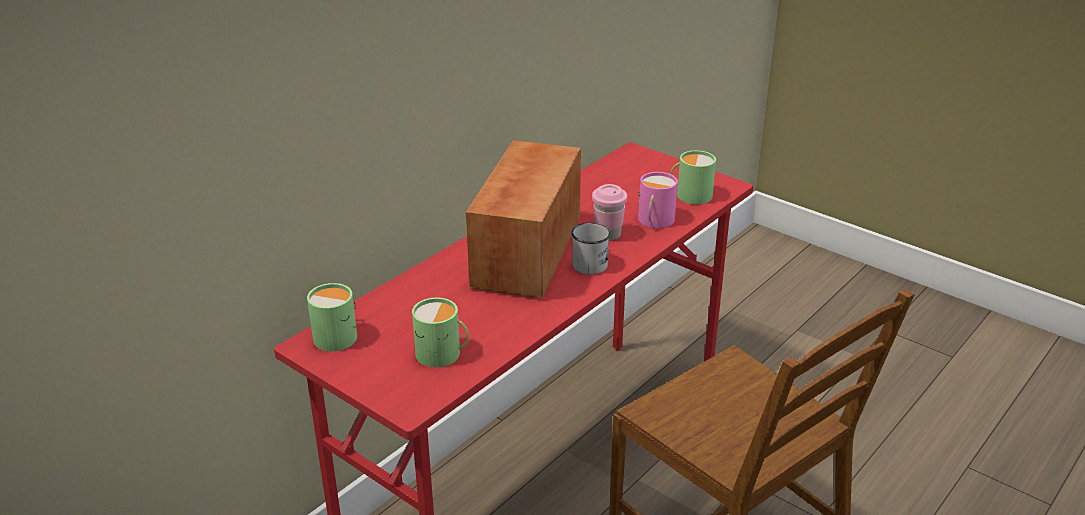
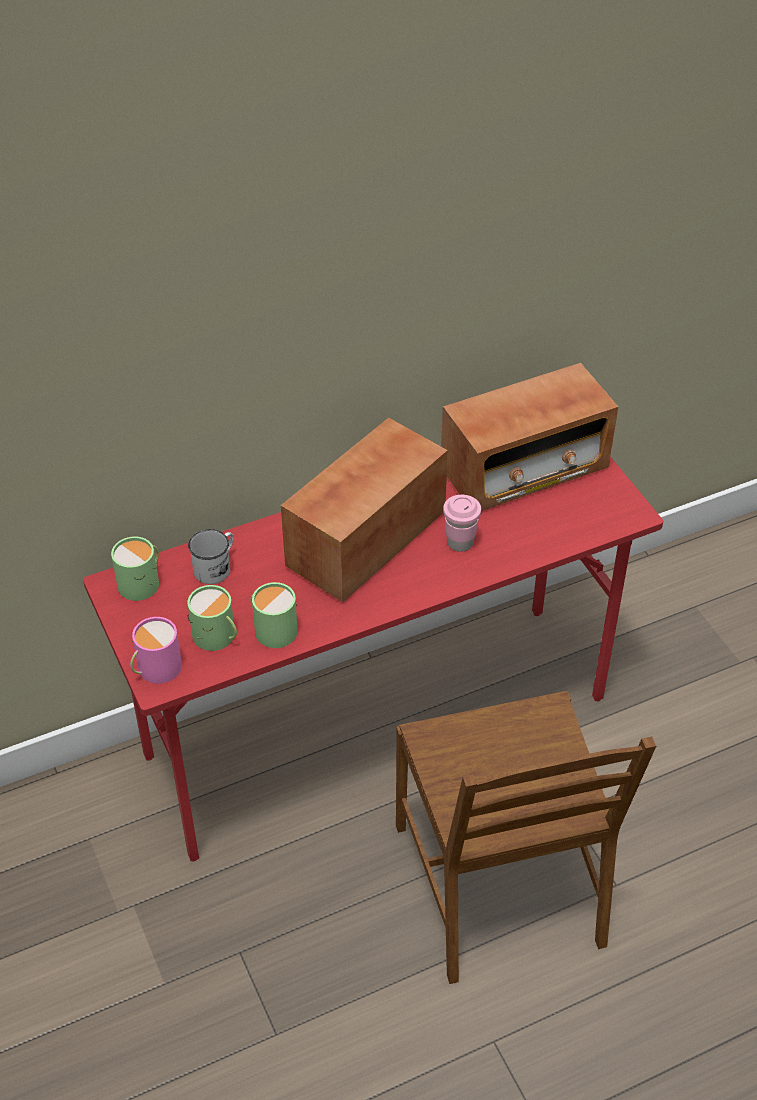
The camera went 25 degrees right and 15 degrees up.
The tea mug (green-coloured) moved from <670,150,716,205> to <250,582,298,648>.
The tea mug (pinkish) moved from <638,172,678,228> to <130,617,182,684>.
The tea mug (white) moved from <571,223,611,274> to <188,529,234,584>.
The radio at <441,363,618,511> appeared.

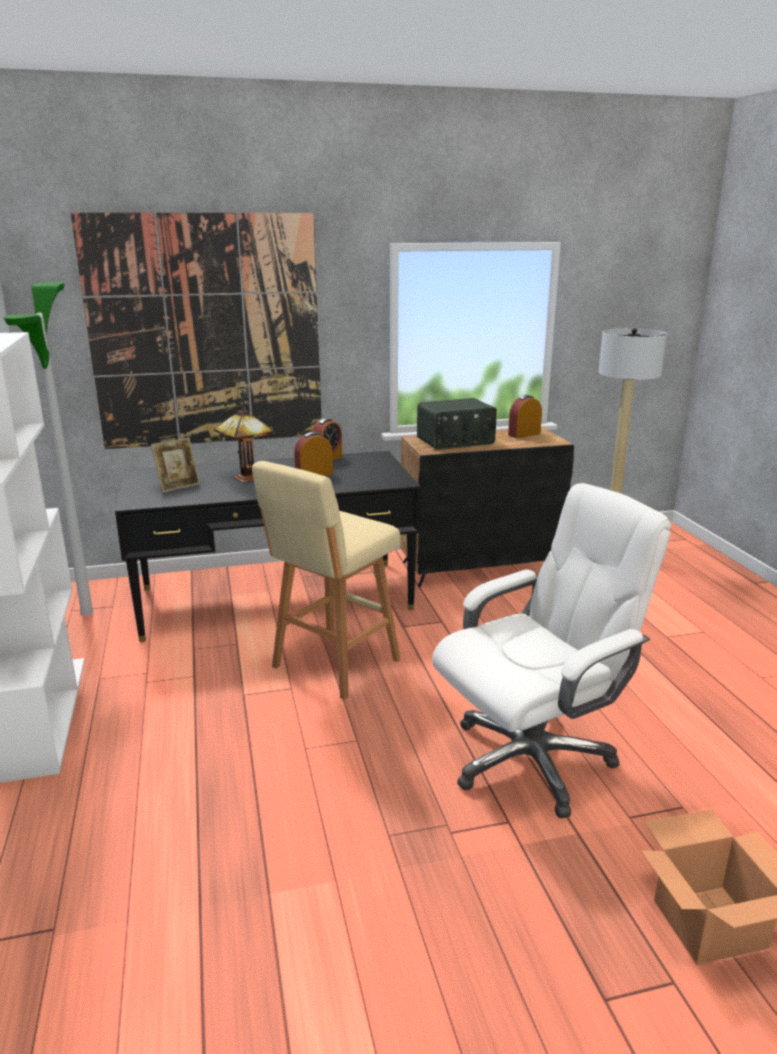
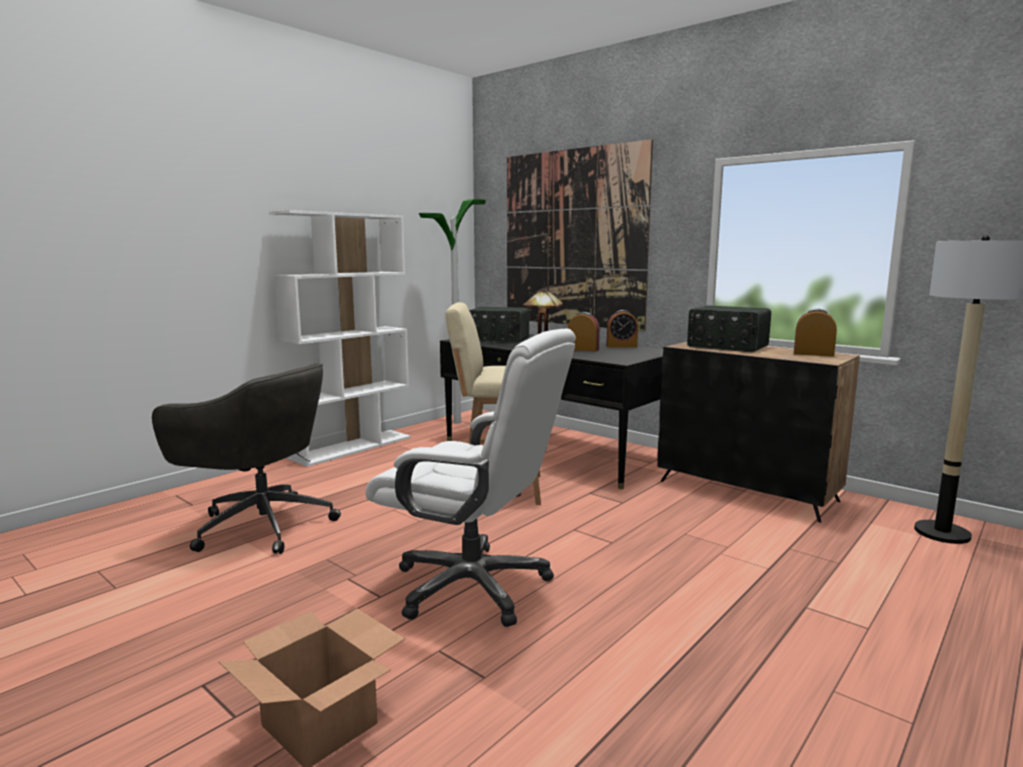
The camera went 55 degrees right and 10 degrees down.
The standing frame at <151,438,200,493> was replaced by the radio at <469,307,529,343>.
The office chair (gray) at <152,363,341,554> appeared.

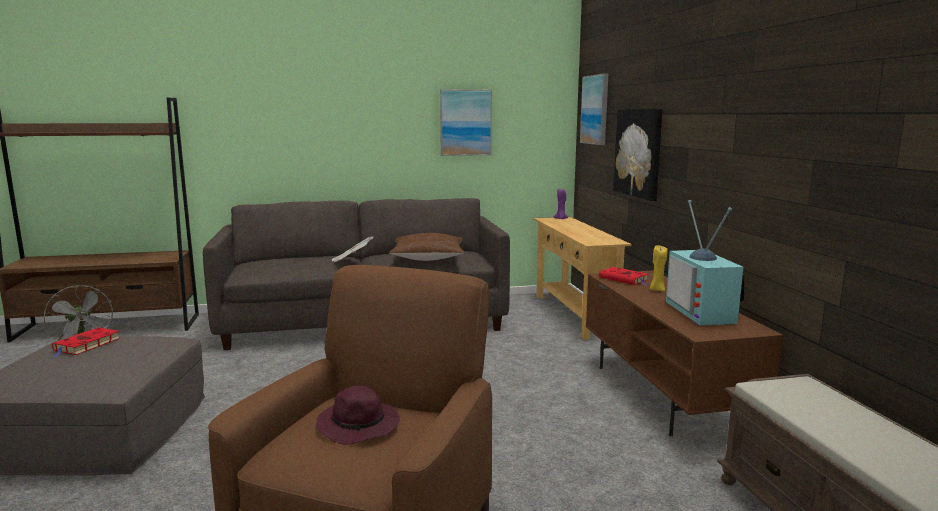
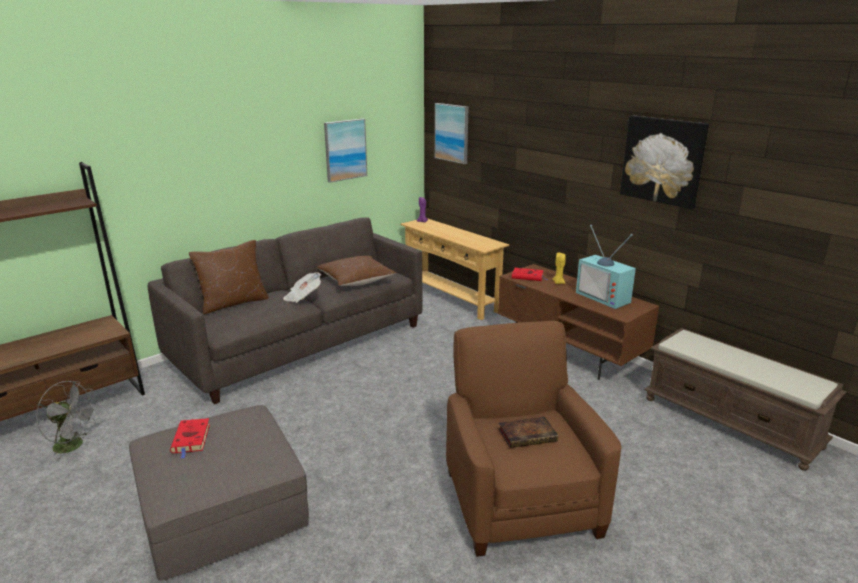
The camera went 30 degrees left and 10 degrees up.
The picture moved from <613,108,663,201> to <620,115,709,209>.
The hat (purple) at <316,386,400,445> was replaced by the volume at <498,417,558,448>.
The pillow (brown-coloured) at <189,240,269,314> appeared.

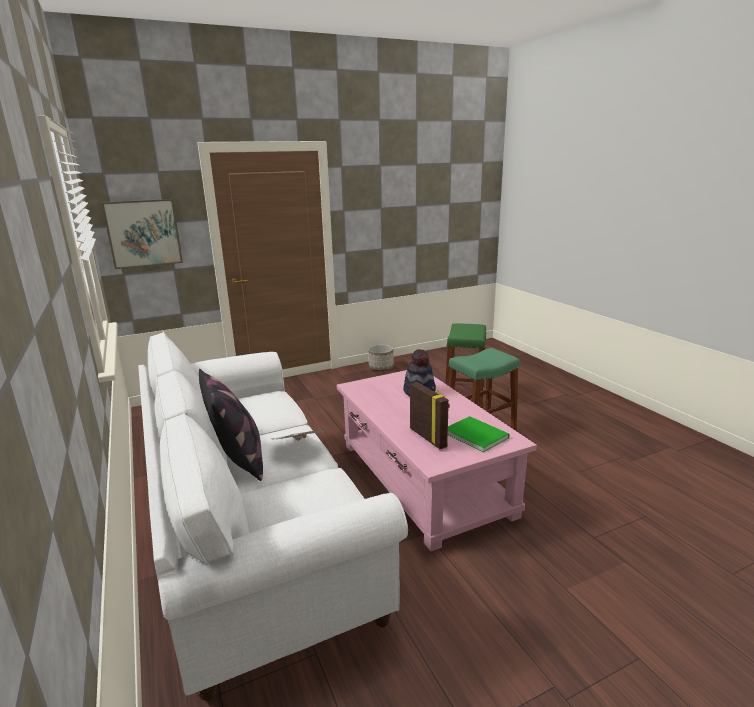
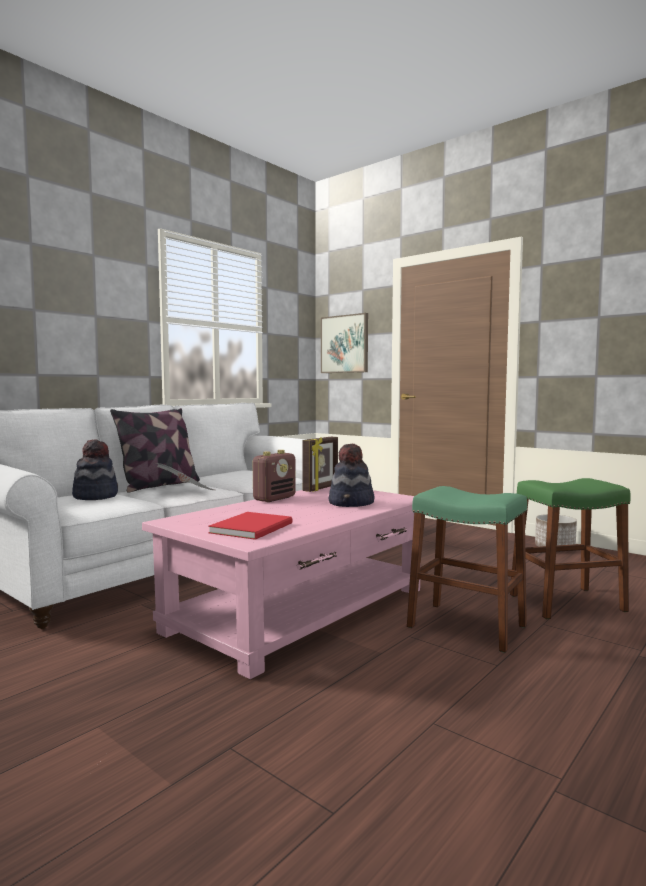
The camera went 65 degrees right and 15 degrees down.
The standing frame moved from <410,382,450,449> to <302,437,338,492>.
The volume (green-coloured) at <448,416,510,452> became the volume (red-coloured) at <208,512,293,540>.
The hat at <72,439,118,500> appeared.
The radio at <253,450,296,502> appeared.

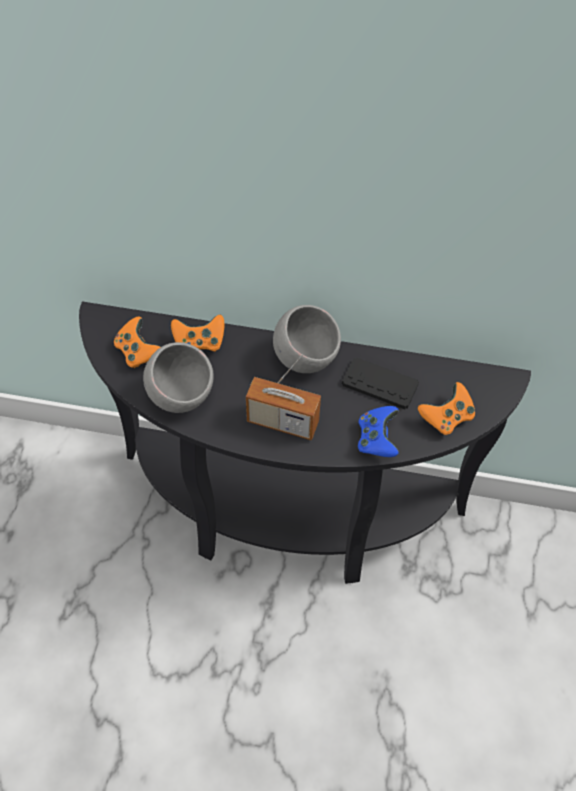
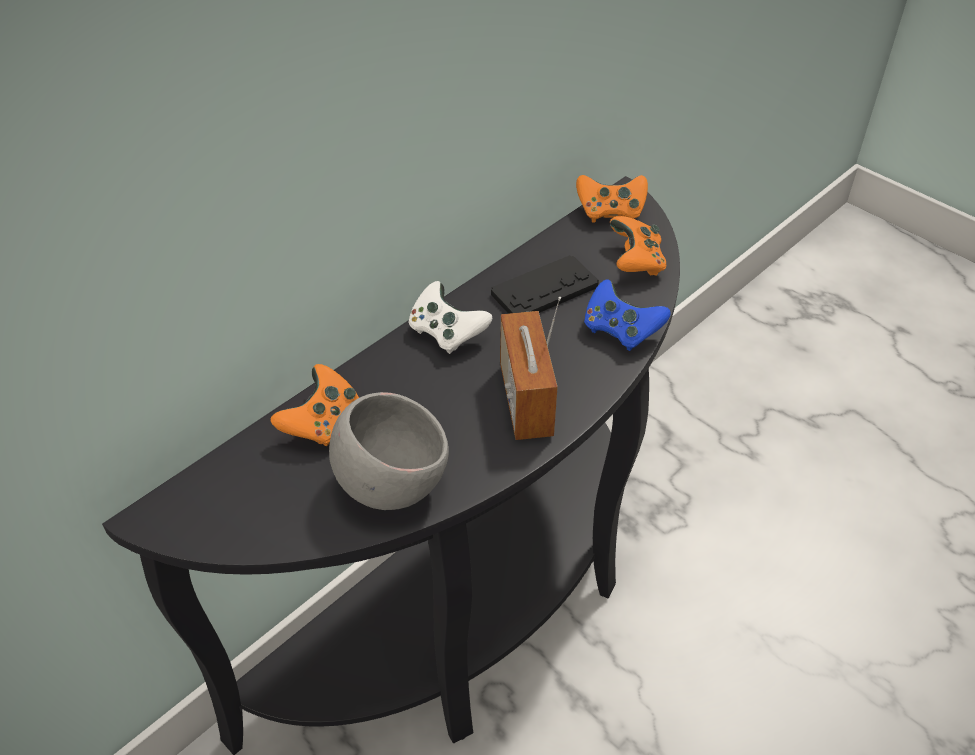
The camera went 55 degrees left and 10 degrees down.
The deep dish (gray) at <273,305,341,373> was replaced by the gamepad (white) at <408,281,492,354>.
The gamepad (orangey) moved from <114,317,161,368> to <576,175,648,222>.
The radio at <246,354,321,440> turned 120 degrees clockwise.

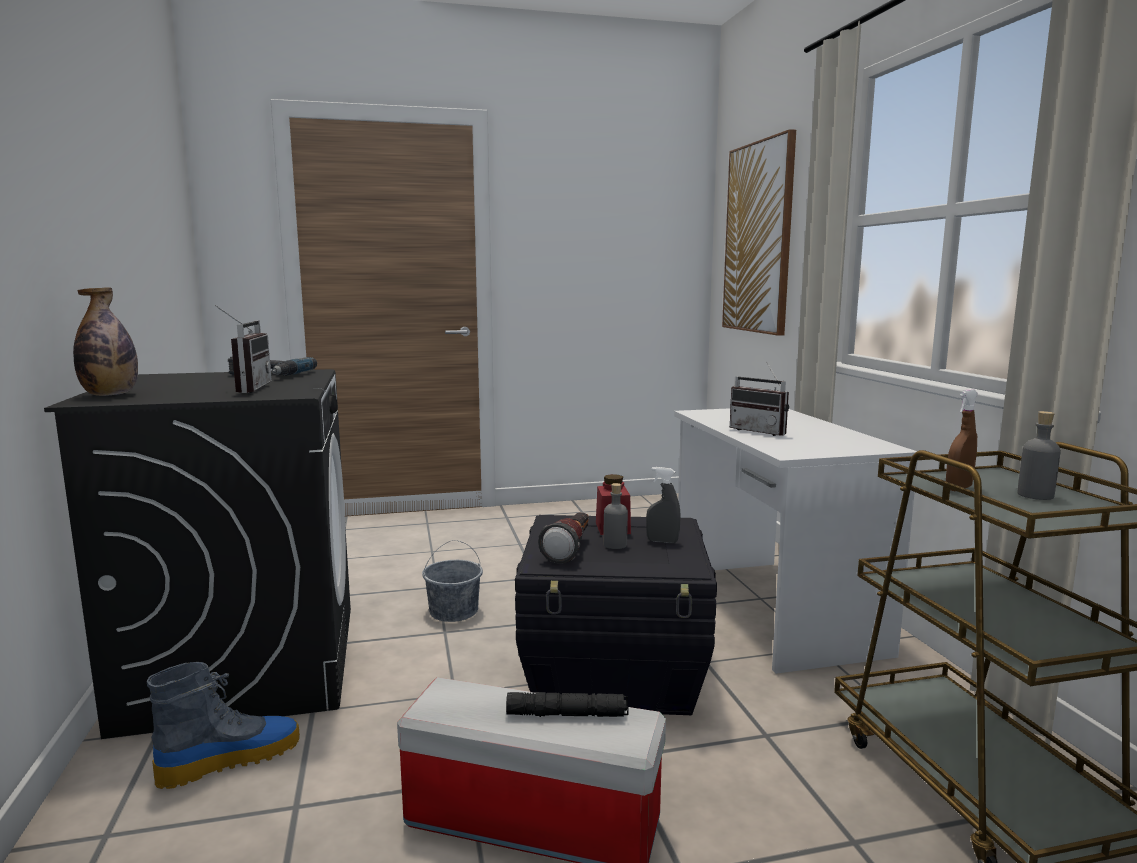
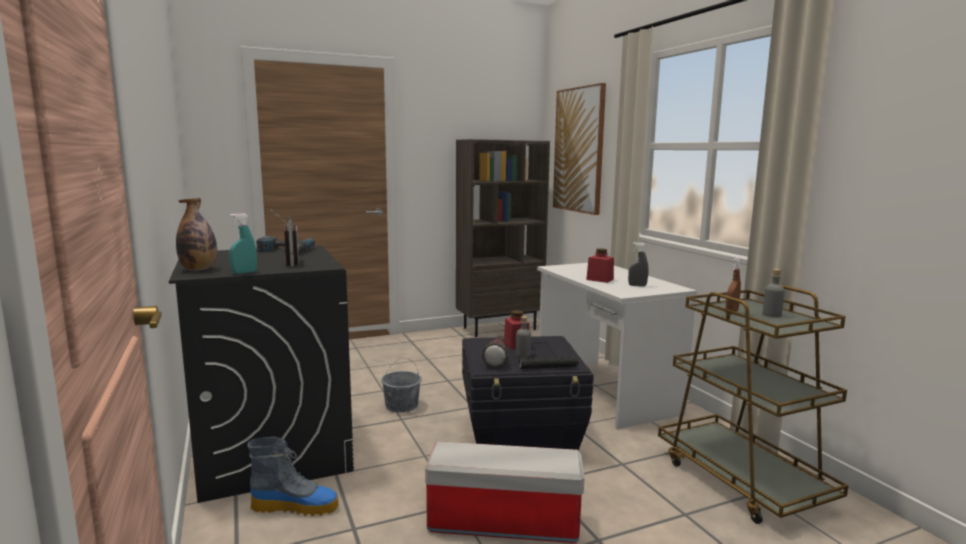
The camera went 10 degrees left and 0 degrees up.
The radio at <730,362,789,436> was replaced by the jar (red-coloured) at <586,248,614,283>.
The spray bottle (gray) moved from <646,467,680,543> to <628,242,649,286>.
The boot at <147,662,300,789> turned 45 degrees clockwise.
The torch (black) moved from <506,692,629,717> to <519,356,579,369>.
The bookshelf (brown-coloured) at <456,139,550,337> appeared.
The spray bottle (turquoise) at <229,213,257,274> appeared.

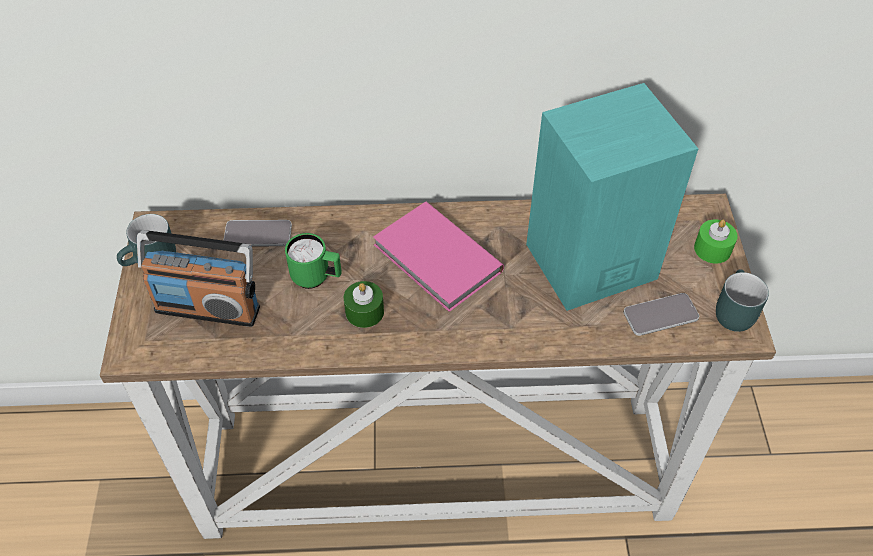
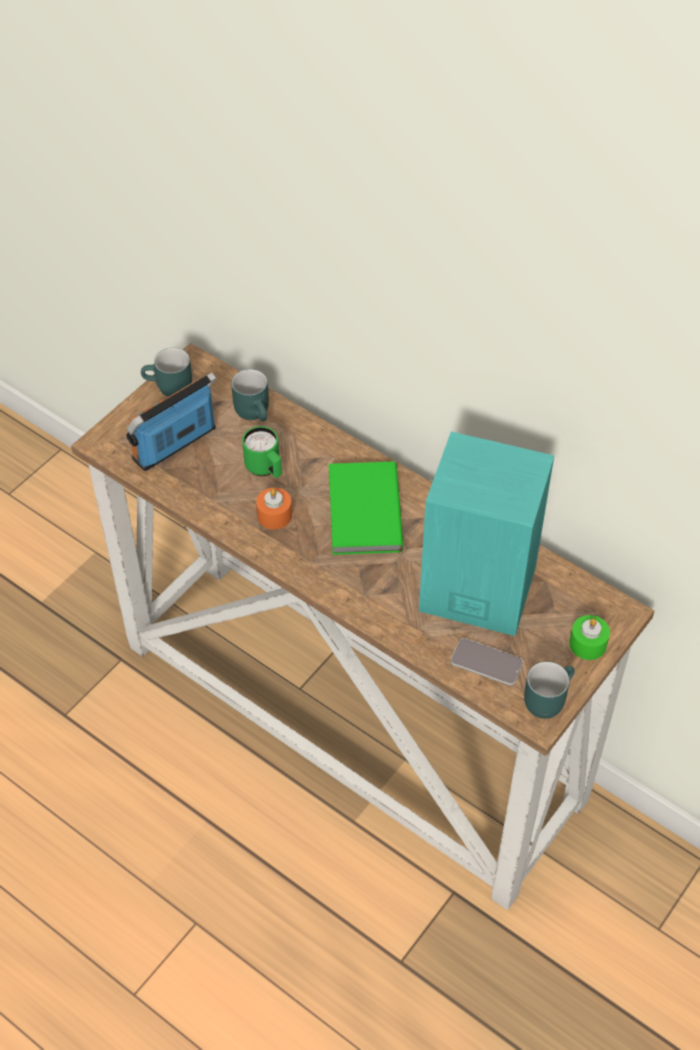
The camera went 40 degrees right and 0 degrees up.
The volume (pinkish) at <373,202,504,312> became the volume (green-coloured) at <329,461,404,555>.
The telephone at <223,220,292,246> was replaced by the tea mug (turquoise) at <231,369,269,421>.
The radio at <137,230,260,327> turned 90 degrees clockwise.
The candle (green-coloured) at <344,281,384,328> became the candle (orangey) at <256,488,292,529>.

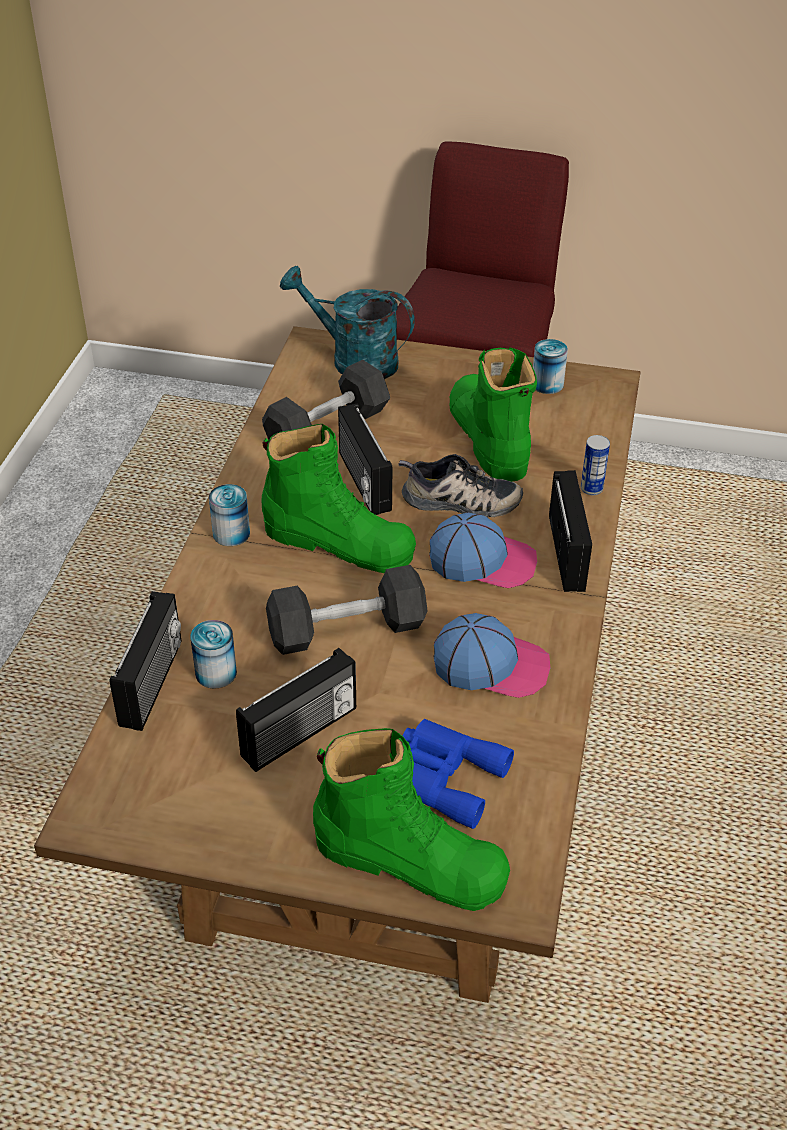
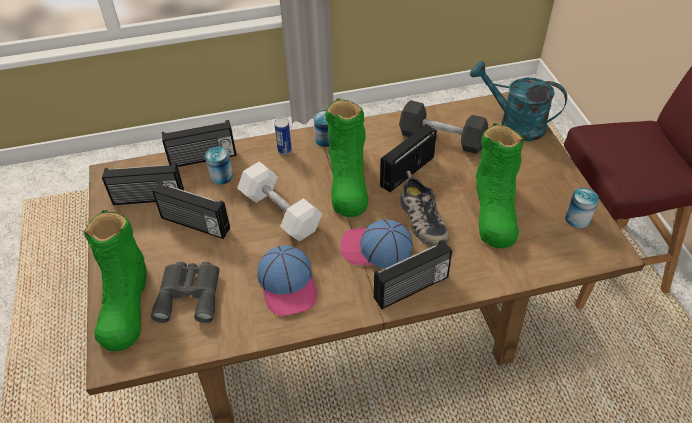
The camera went 65 degrees right and 5 degrees up.
The watering pot (turquoise) at <280,266,415,379> turned 60 degrees counterclockwise.
The boot (green-coloured) at <450,347,537,482> turned 135 degrees clockwise.
The can moved from <581,435,610,495> to <274,118,292,155>.
The peaked cap at <429,513,537,588> turned 120 degrees clockwise.
The hand weight (black) at <266,565,428,655> became the hand weight (white) at <237,161,322,241>.
The pair of binoculars (blue-coloured) at <403,719,514,829> became the pair of binoculars (gray) at <151,262,220,323>.
The radio at <102,163,184,205> appeared.

